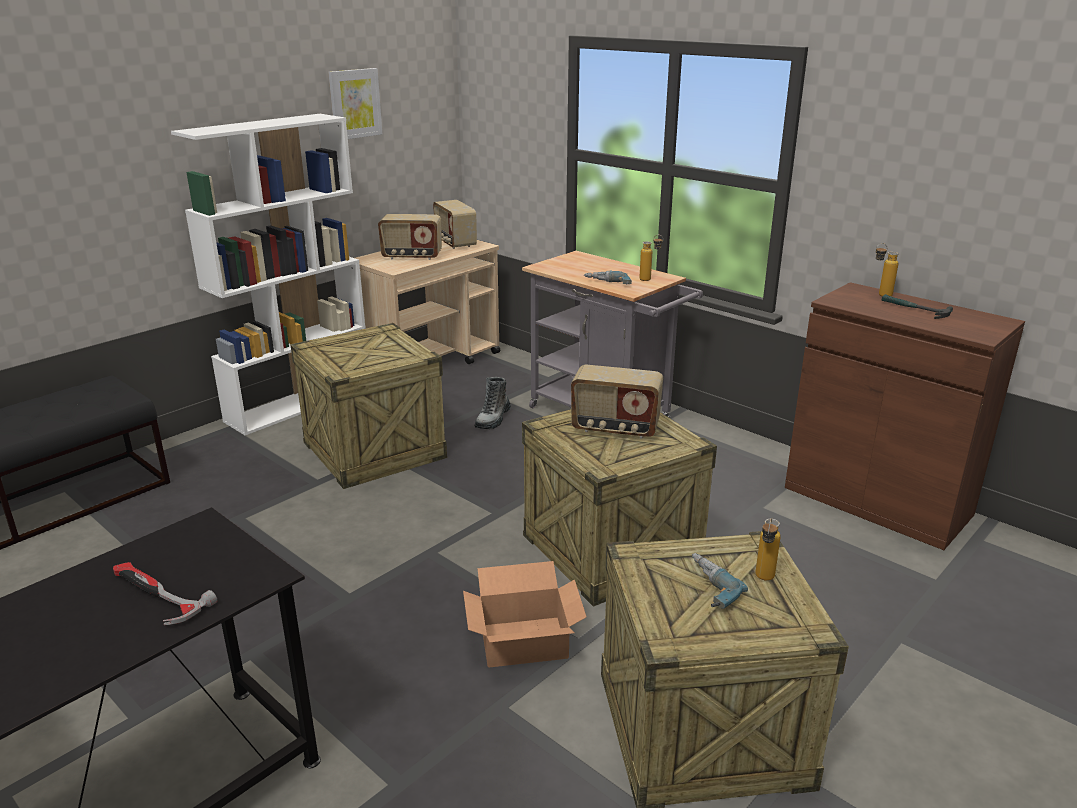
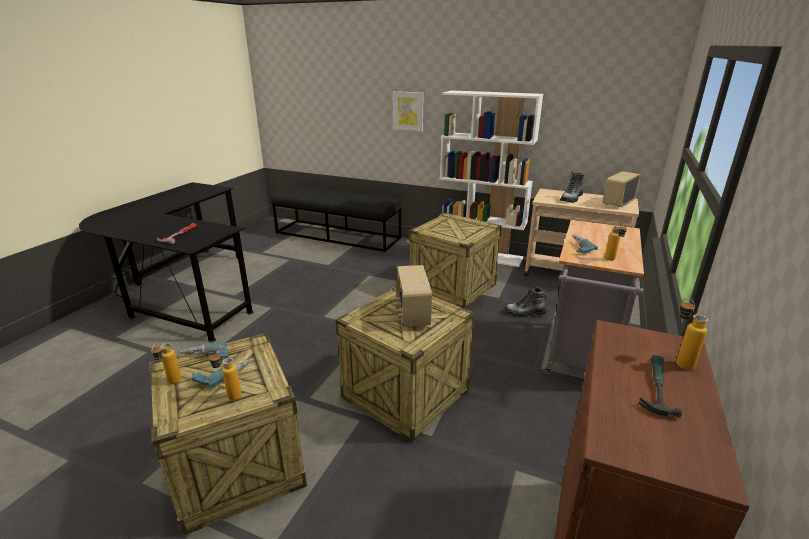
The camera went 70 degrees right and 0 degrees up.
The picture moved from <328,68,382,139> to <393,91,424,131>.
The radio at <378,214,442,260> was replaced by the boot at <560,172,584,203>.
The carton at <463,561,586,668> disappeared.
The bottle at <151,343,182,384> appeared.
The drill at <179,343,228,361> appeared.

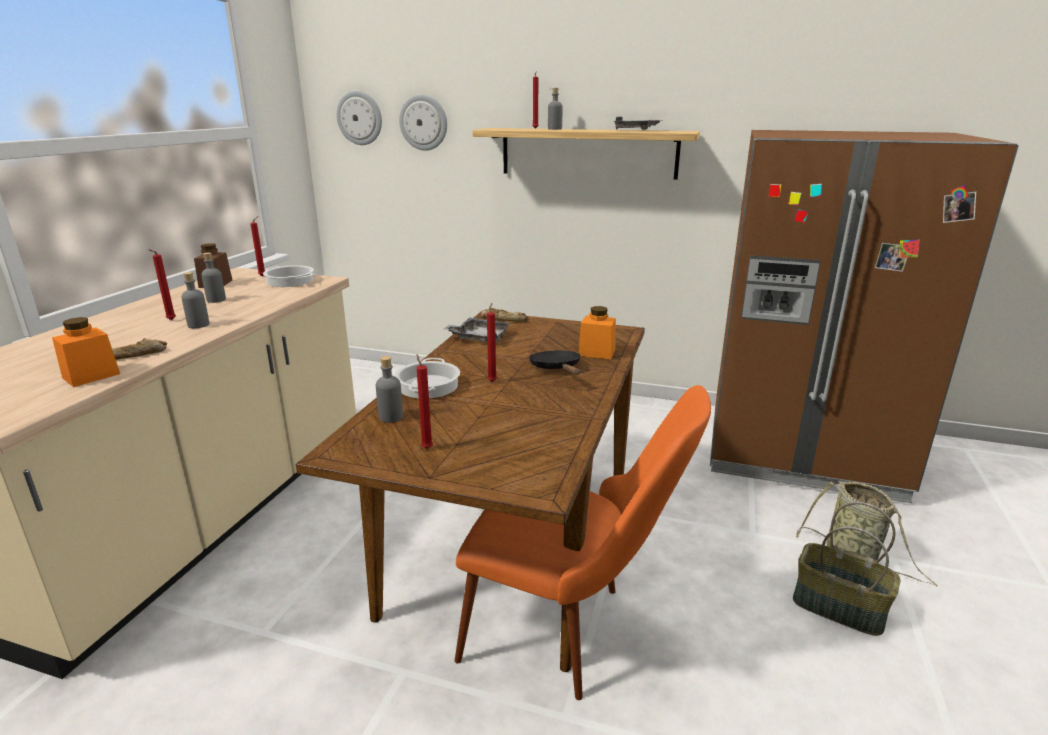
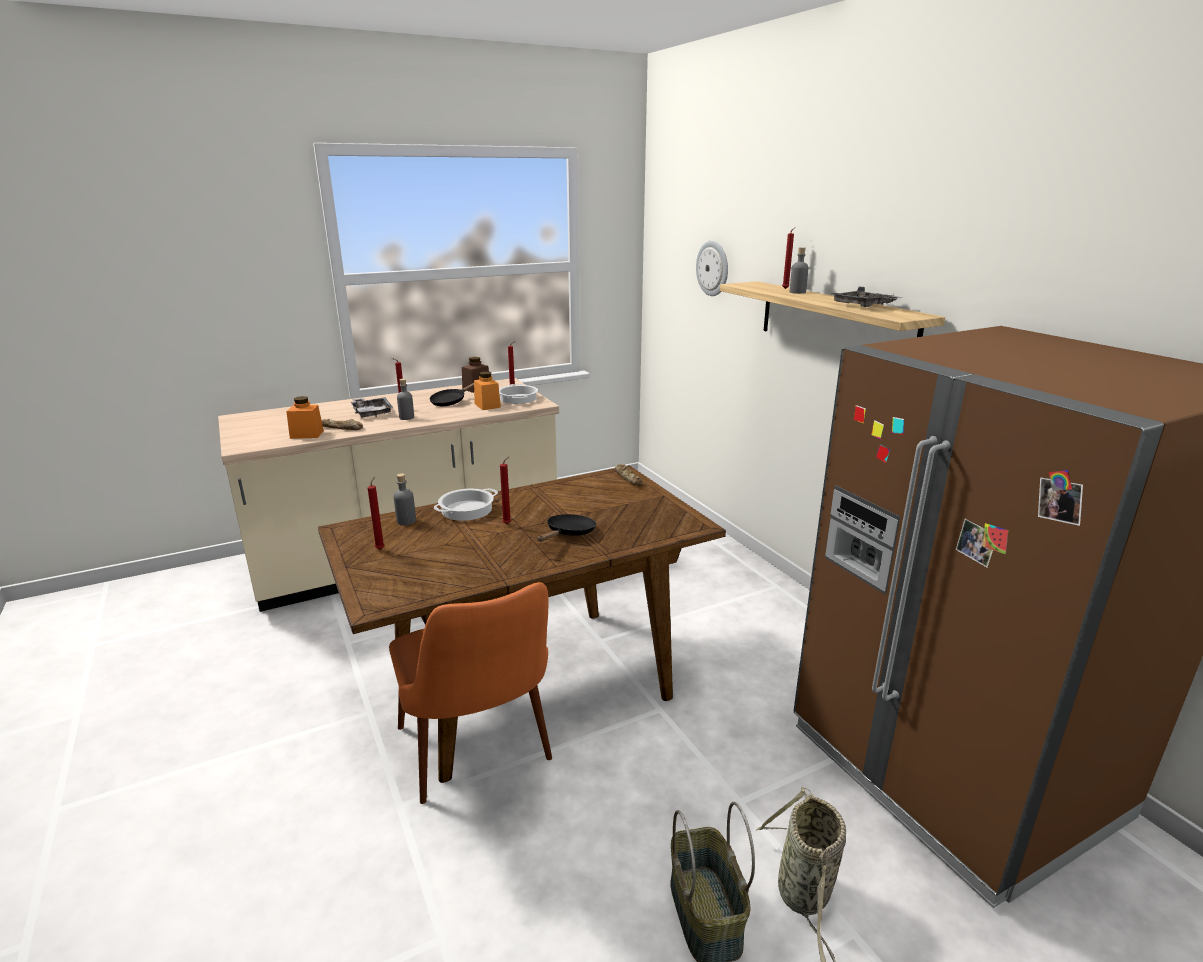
The camera went 45 degrees right and 0 degrees up.
The clock on the wall at <336,90,382,145> disappeared.
The bottle (gray) at <201,252,226,303> was replaced by the frying pan (black) at <430,383,474,406>.
The jar (orangey) moved from <578,306,616,359> to <474,371,501,410>.
The tray (gray) moved from <444,318,511,343> to <351,397,393,417>.

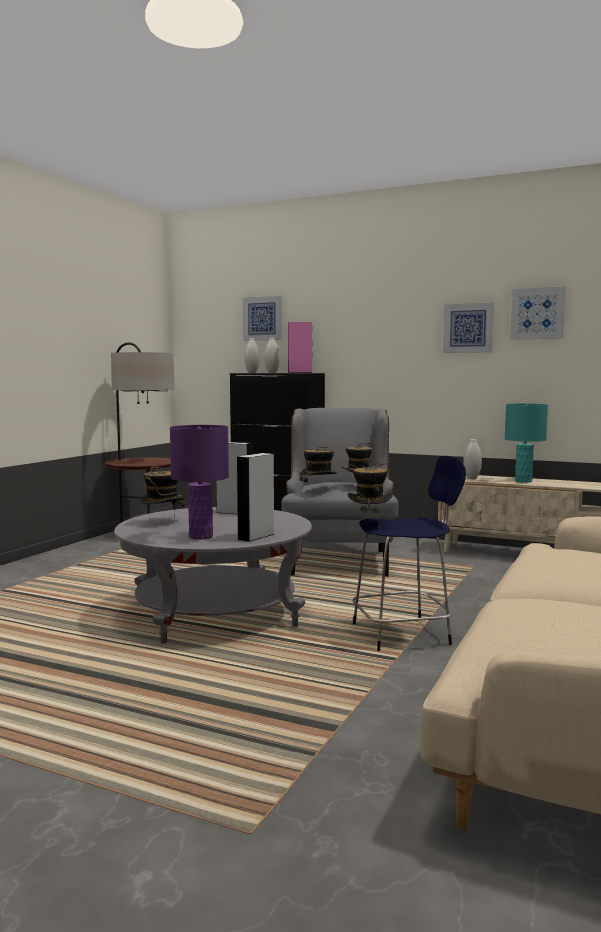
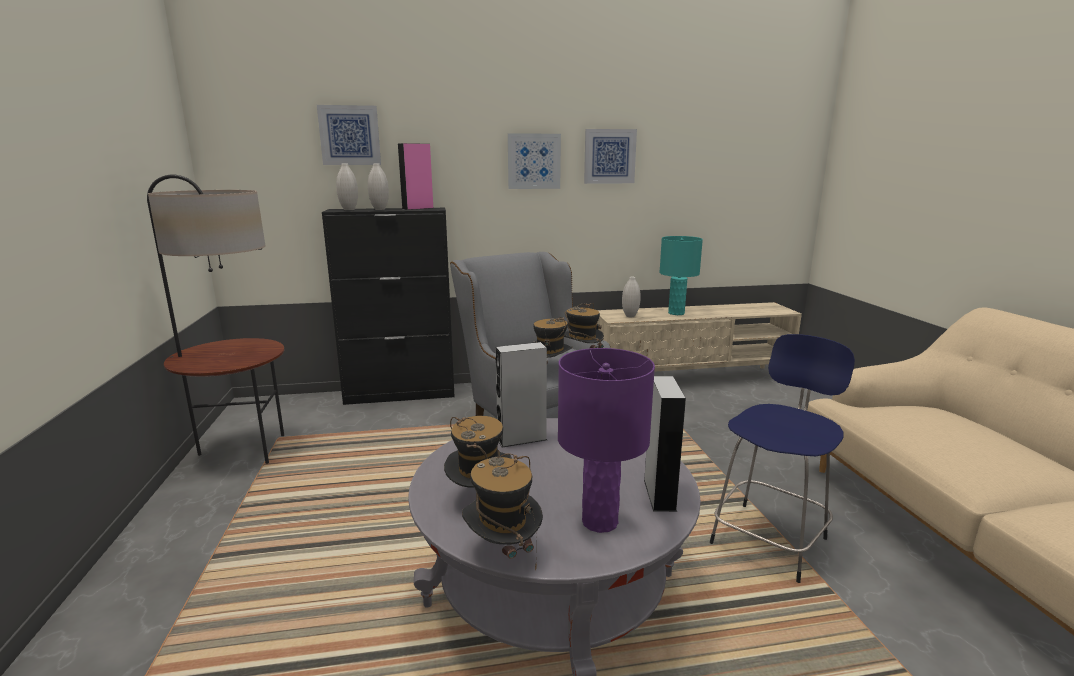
The camera went 35 degrees left and 10 degrees up.
The picture moved from <510,286,566,340> to <508,133,561,189>.
The hat moved from <348,463,393,529> to <462,453,543,571>.

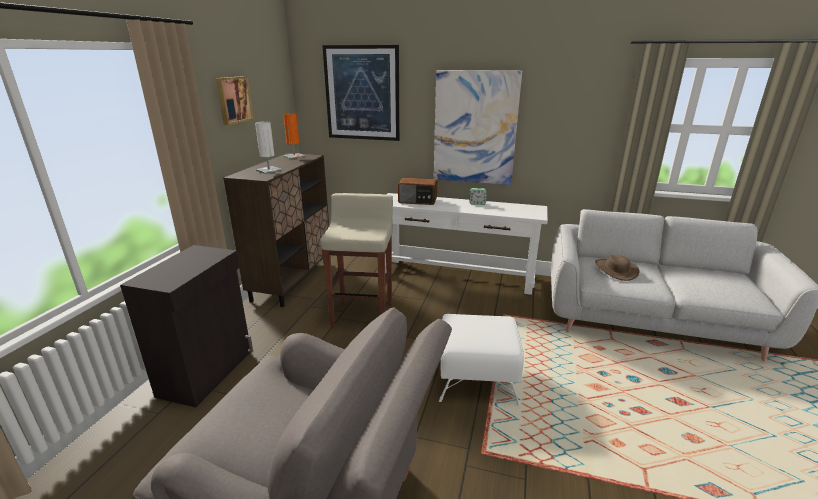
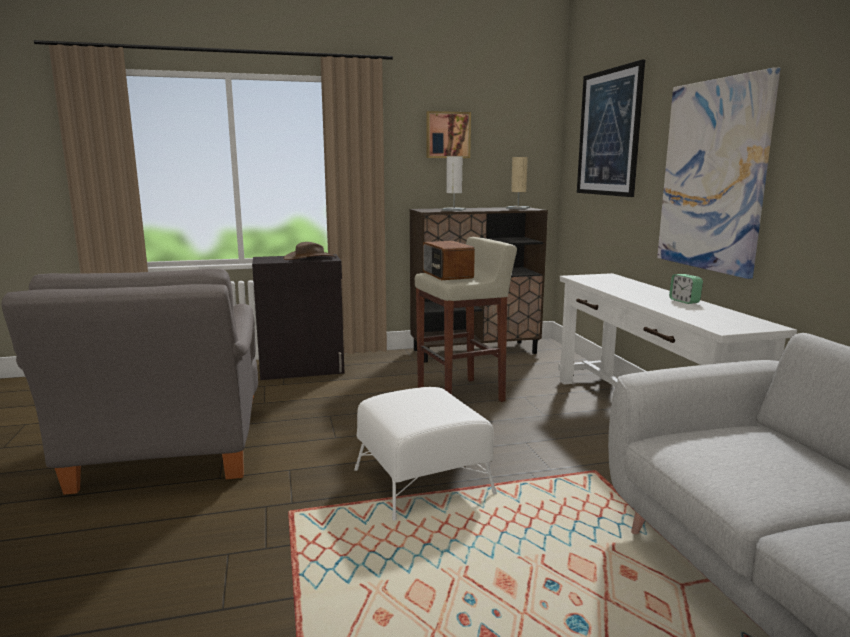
The camera went 60 degrees right and 10 degrees down.
The tabletop lamp (orangey) at <283,113,306,159> became the tabletop lamp (beige-coloured) at <506,157,530,209>.
The radio moved from <398,178,437,205> to <423,241,475,280>.
The hat (brown-coloured) moved from <595,255,639,281> to <284,242,335,260>.

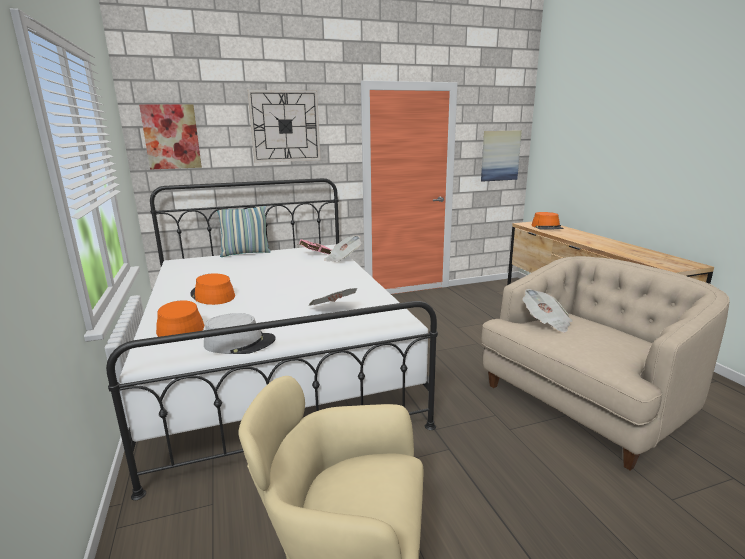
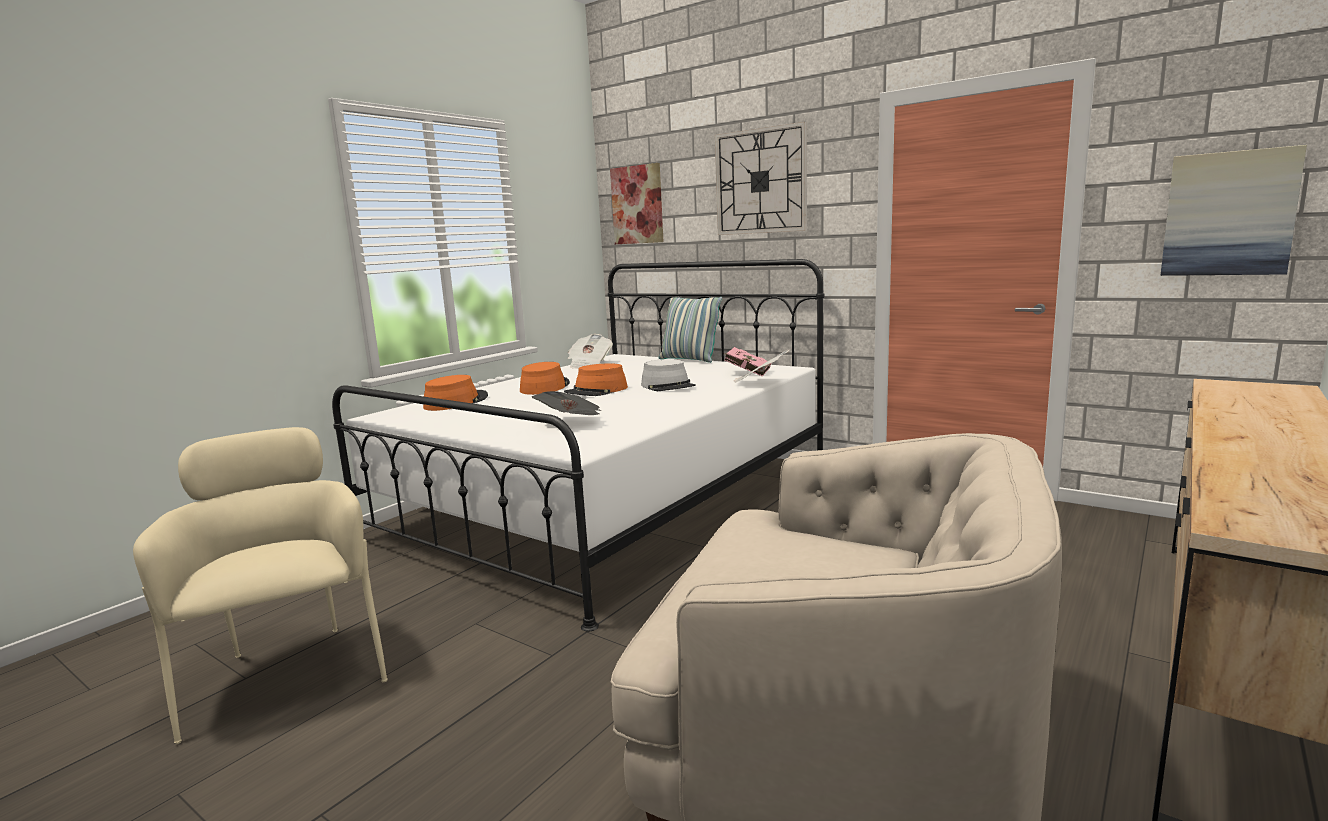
The camera went 55 degrees right and 5 degrees down.
The hat (orangey) moved from <532,212,564,230> to <564,363,628,396>.
The daily paper moved from <523,289,573,333> to <568,334,613,369>.
The hat (gray) moved from <204,313,276,354> to <641,359,696,391>.

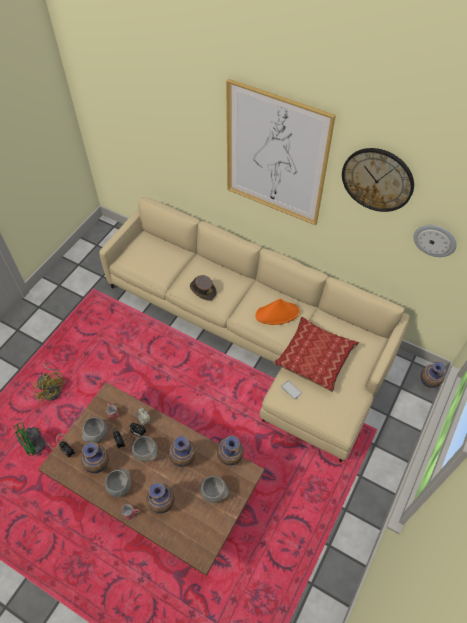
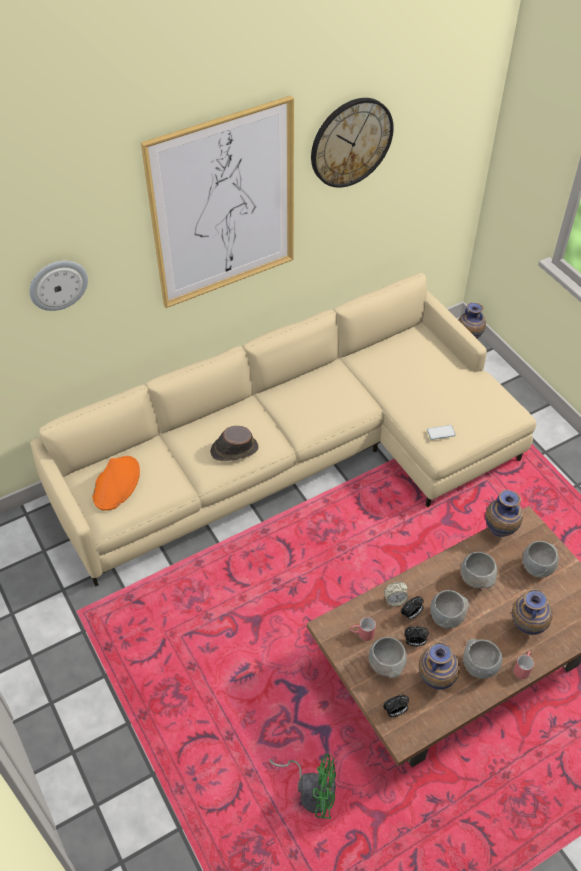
The camera went 60 degrees left and 5 degrees down.
The clock on the wall moved from <413,225,457,257> to <29,261,88,311>.
The hat (orangey) moved from <255,299,300,325> to <92,456,140,511>.
The pillow at <273,317,359,392> disappeared.
The fan (yellowish) at <33,363,65,402> disappeared.
The fan (green-coloured) at <13,422,65,456> turned 75 degrees counterclockwise.
The vase at <169,436,196,467> was replaced by the deep dish (gray) at <461,552,497,588>.

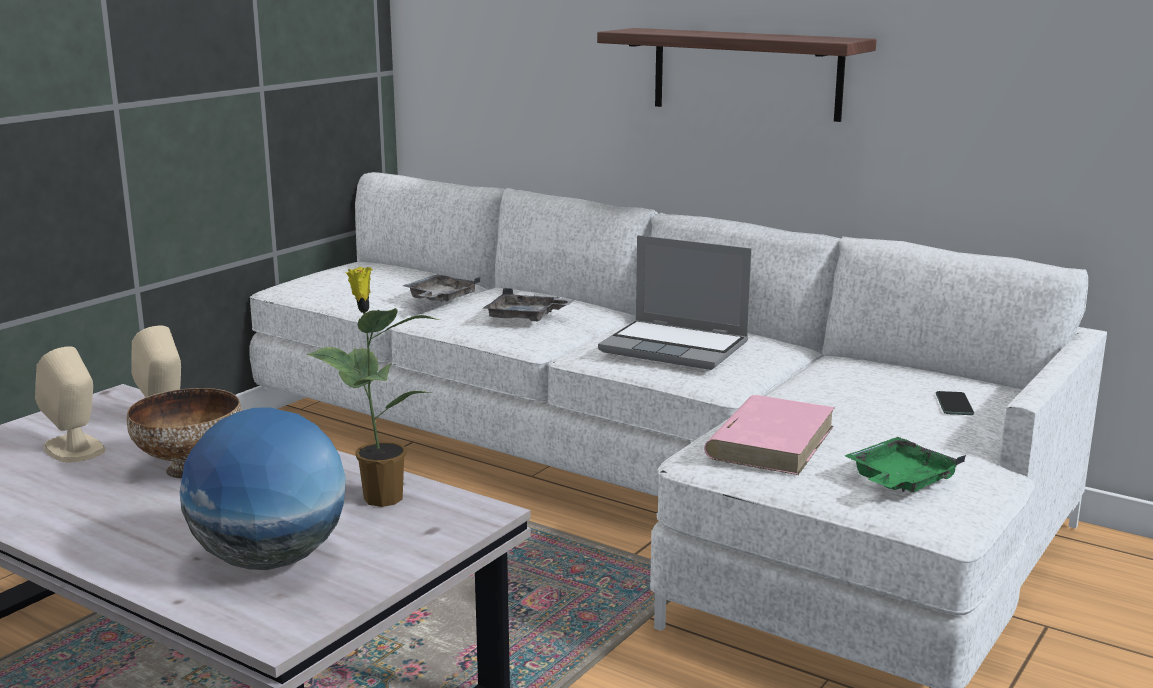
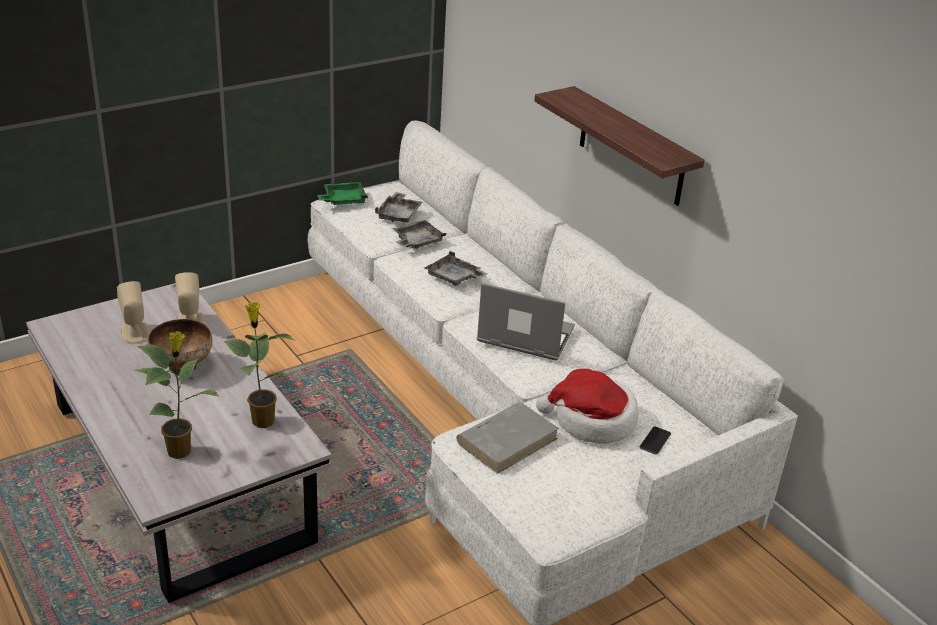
The camera went 20 degrees right and 15 degrees up.
The notebook computer at <598,235,752,370> turned 150 degrees clockwise.
The volume (pinkish) at <704,395,835,475> became the volume (gray) at <456,402,559,474>.
The world globe at <180,407,346,570> was replaced by the potted plant at <135,331,219,459>.
The tray (green-coloured) moved from <844,437,966,492> to <317,182,368,205>.
The tray (gray) at <375,192,422,223> appeared.
The hat at <536,369,638,444> appeared.

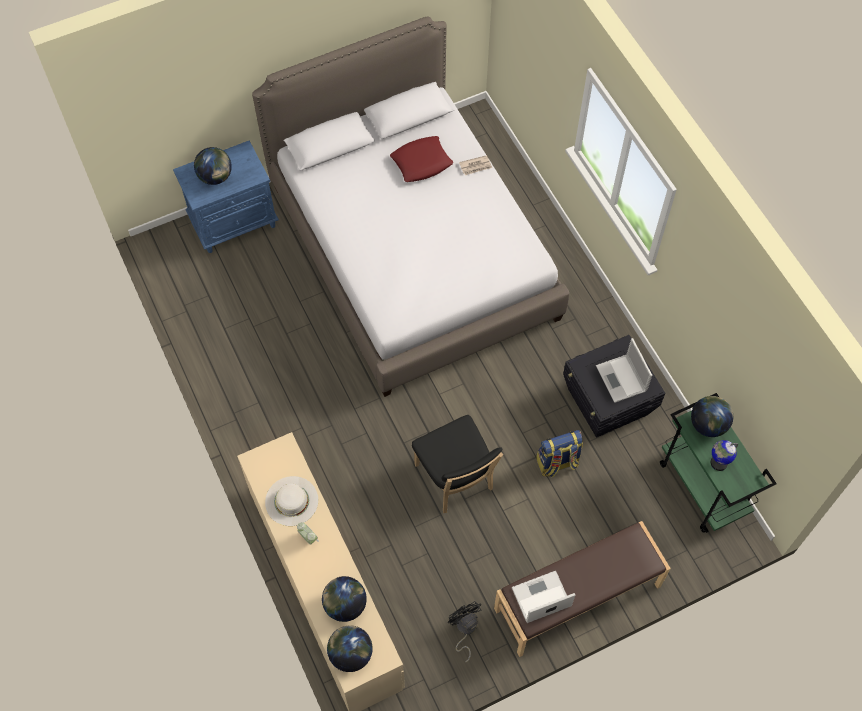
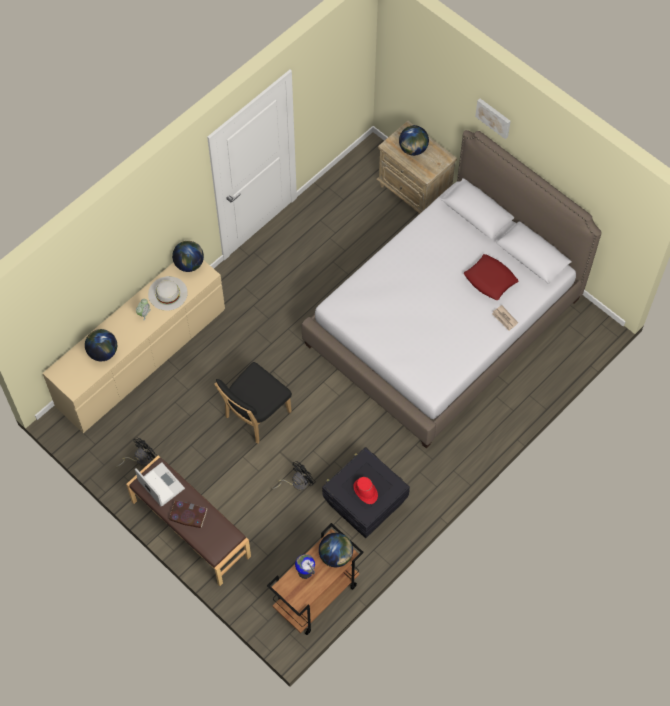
The camera went 70 degrees right and 0 degrees up.
The nightstand (blue-coloured) at <173,141,279,253> became the nightstand (beige-coloured) at <377,121,457,213>.
The notebook computer at <596,338,652,403> was replaced by the hat (red-coloured) at <353,477,378,504>.
The trolley (green-coloured) at <660,393,777,533> became the trolley (brown-coloured) at <267,523,364,635>.
The knapsack at <536,430,583,478> was replaced by the fan (black) at <271,461,316,490>.
The world globe moved from <327,625,373,672> to <172,241,204,272>.
The picture at <475,98,511,139> appeared.
The volume at <169,500,208,528> appeared.

